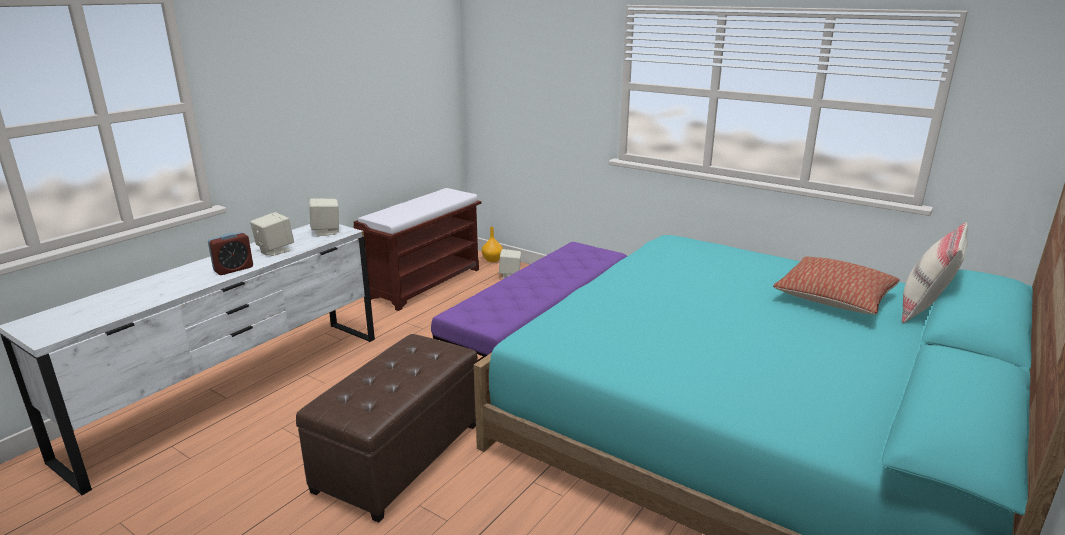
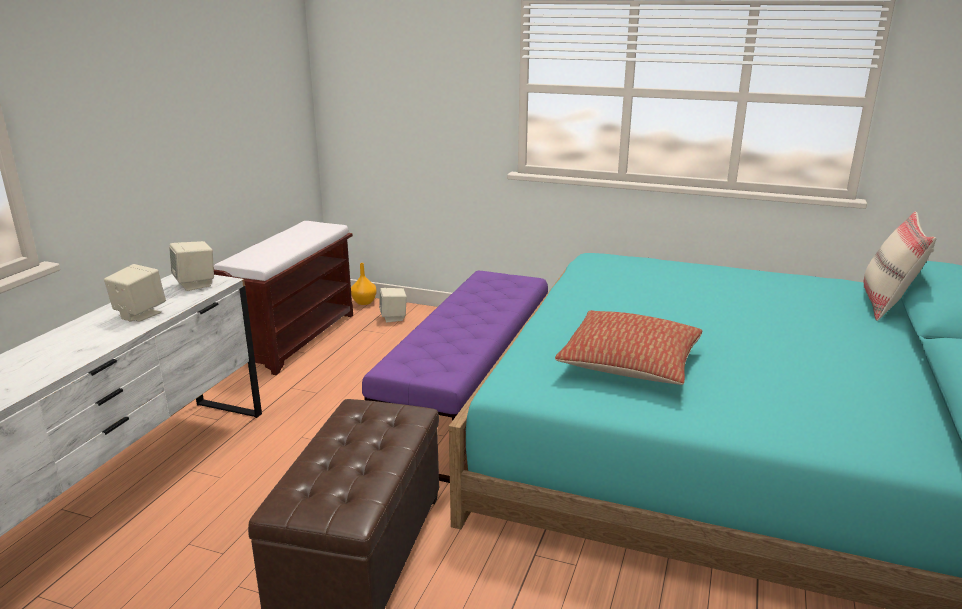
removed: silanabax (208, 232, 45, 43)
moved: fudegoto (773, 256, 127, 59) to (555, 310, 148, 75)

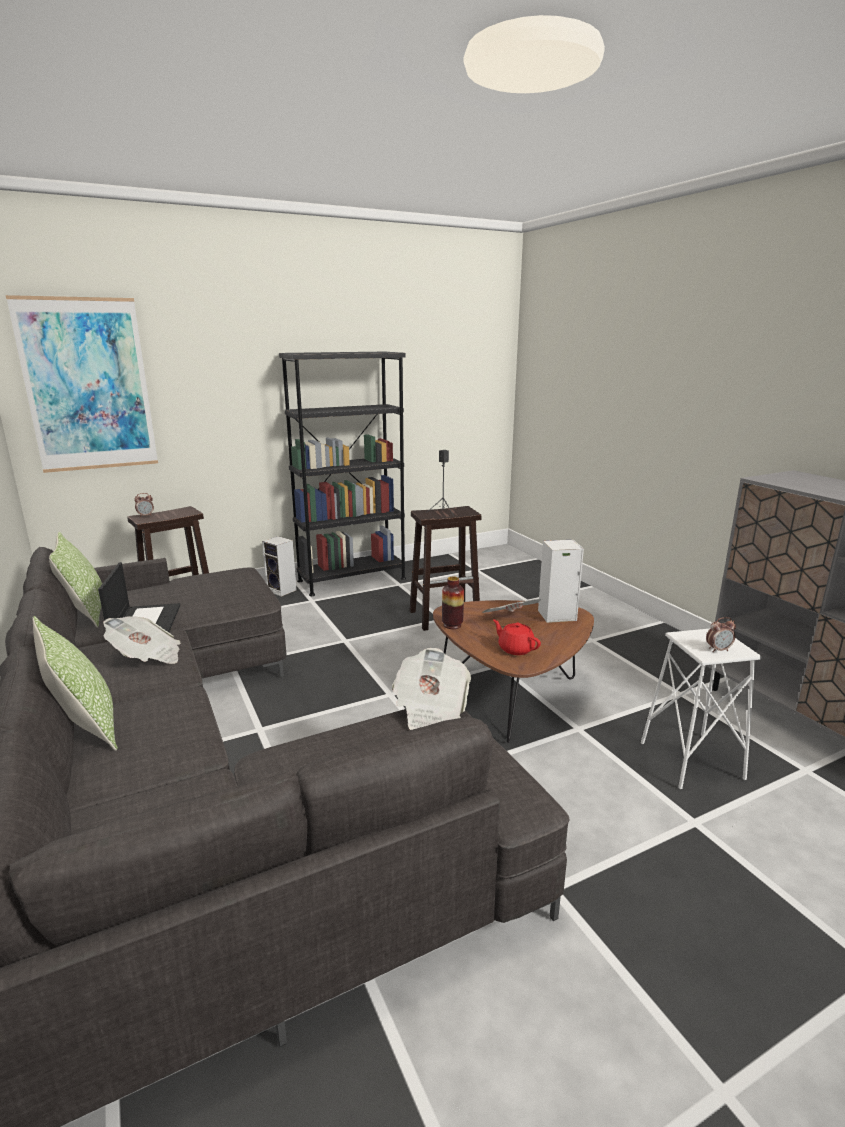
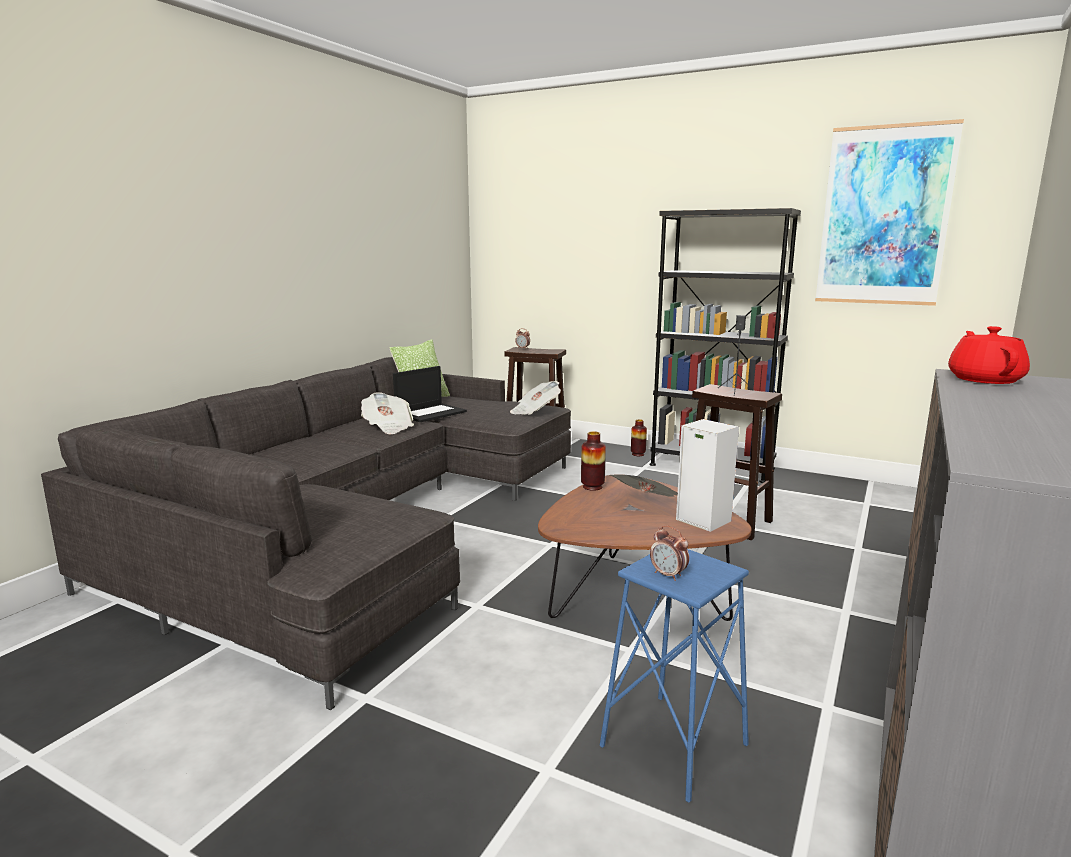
removed: fudegoto (32, 616, 86, 135)
moved: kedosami (6, 295, 152, 178) to (815, 119, 149, 187); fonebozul (392, 648, 79, 82) to (510, 381, 51, 34); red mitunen (493, 619, 48, 36) to (948, 326, 82, 58)
replaced: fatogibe (262, 536, 35, 61) to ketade (631, 419, 16, 37)
recoloured: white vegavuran (641, 629, 121, 160) to blue vegavuran (600, 549, 149, 254)

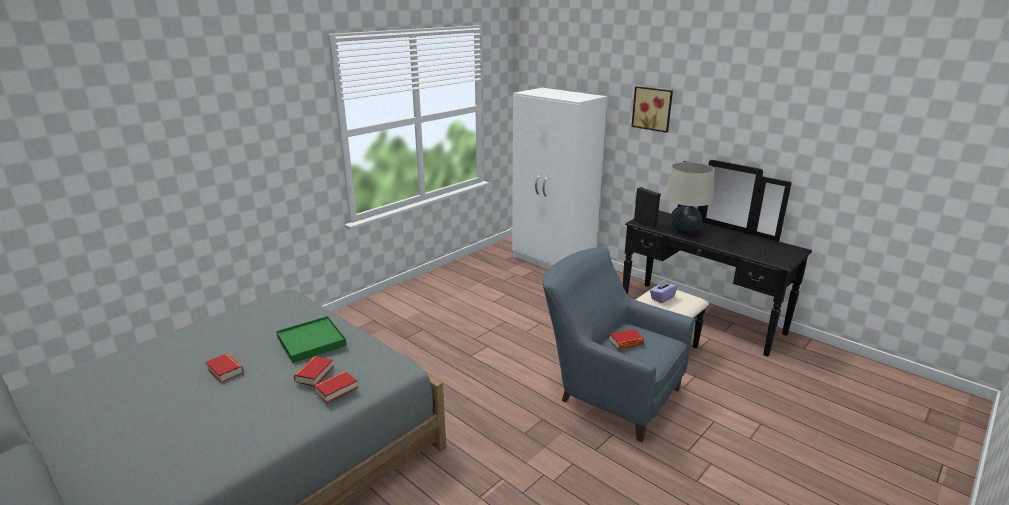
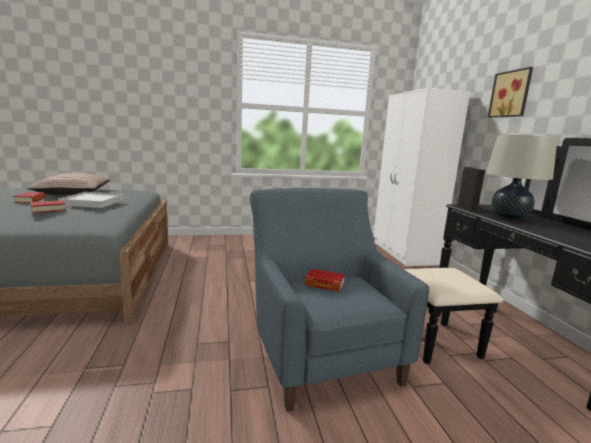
removed: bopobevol (314, 371, 44, 32); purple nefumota (650, 279, 28, 24)
added: fudegoto (27, 173, 83, 22)
recoloured: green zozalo (276, 316, 71, 47) to white zozalo (58, 192, 66, 16)

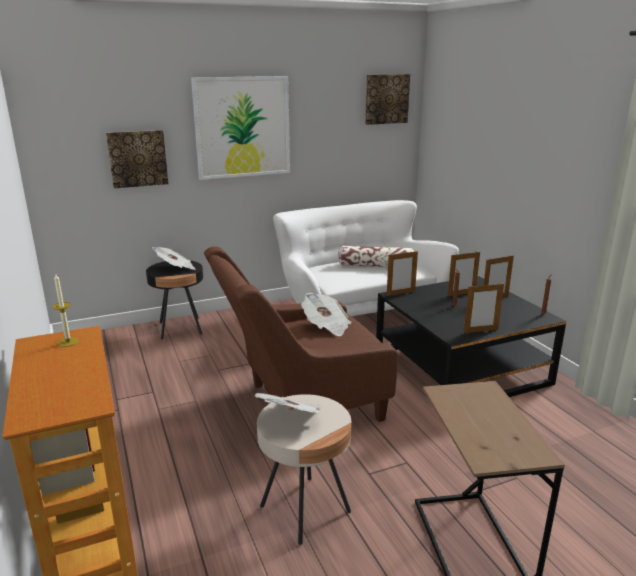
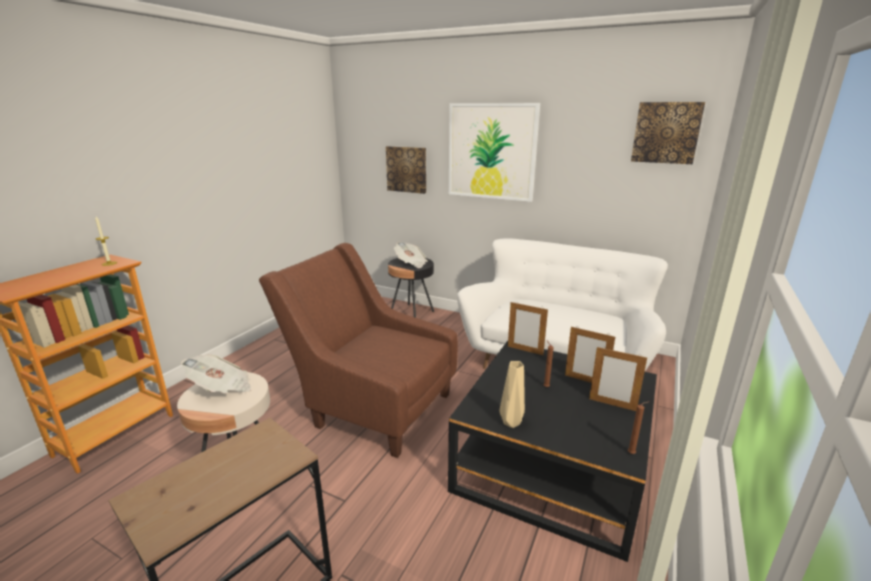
removed: fonebozul (301, 293, 50, 43); fudegoto (338, 245, 76, 22)
replaced: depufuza (464, 282, 40, 51) to beige ketade (499, 361, 26, 67)

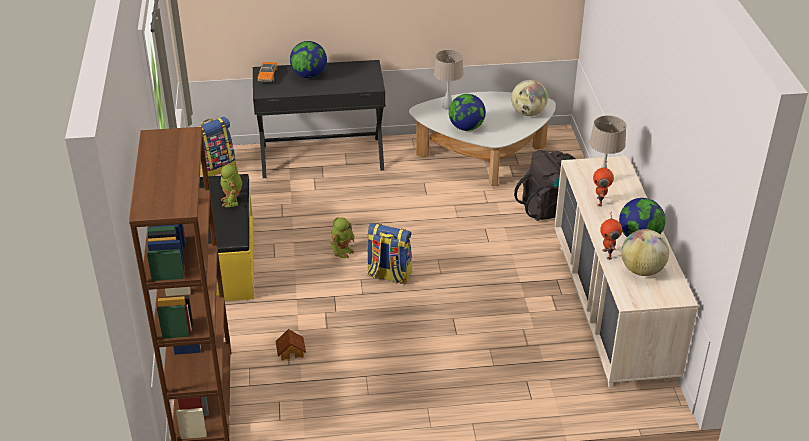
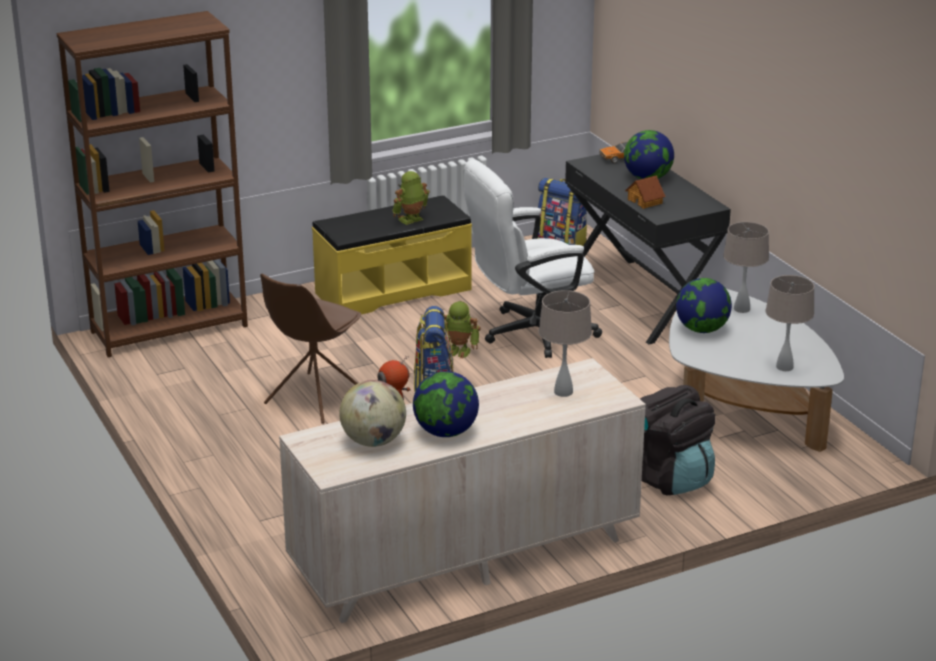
removed: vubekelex (593, 162, 21, 45)
added: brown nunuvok (260, 274, 101, 150); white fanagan (463, 160, 139, 198)
moved: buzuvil (275, 329, 31, 32) to (625, 175, 41, 34)
replaced: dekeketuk (511, 80, 37, 36) to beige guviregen (766, 275, 49, 96)

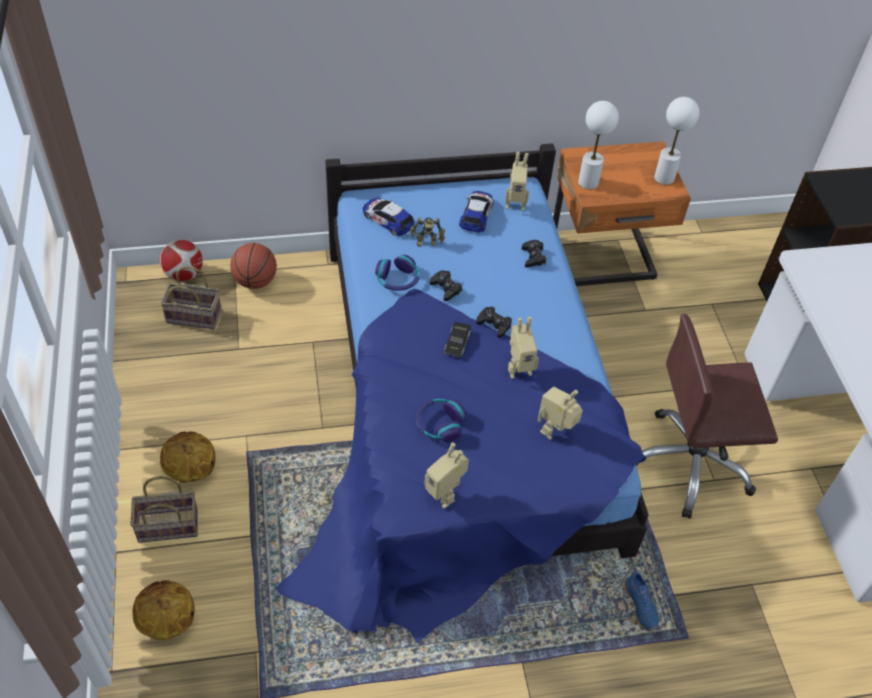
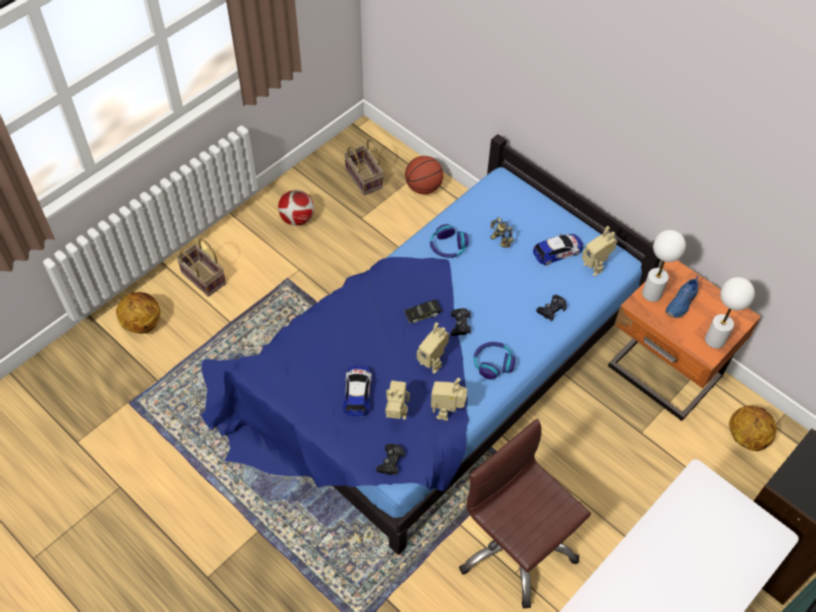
moved: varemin (160, 240, 43, 42) to (278, 190, 36, 36); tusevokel (160, 432, 56, 51) to (729, 405, 48, 46); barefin (363, 198, 51, 38) to (343, 366, 29, 50); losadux (416, 399, 50, 43) to (474, 342, 41, 38); vubekelex (424, 443, 45, 66) to (431, 378, 36, 43); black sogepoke (430, 270, 32, 31) to (376, 444, 29, 32); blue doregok (624, 568, 35, 63) to (665, 275, 34, 43)

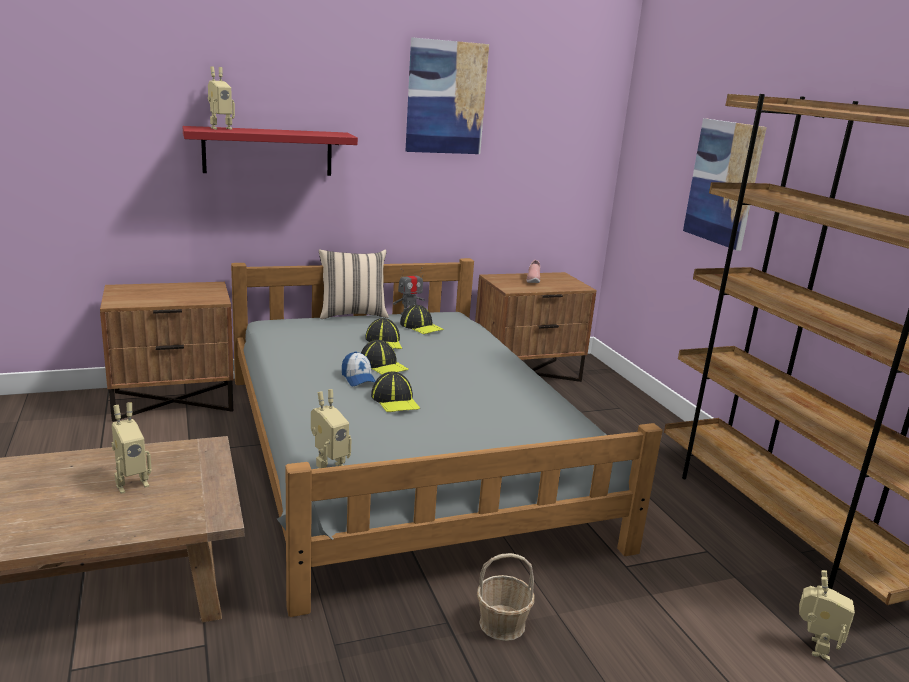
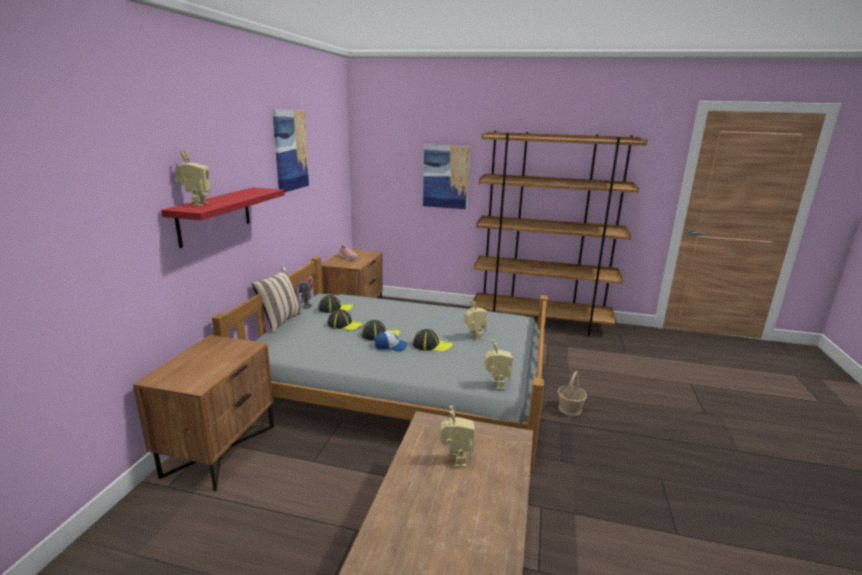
moved: vubekelex (799, 570, 56, 91) to (464, 300, 23, 41)

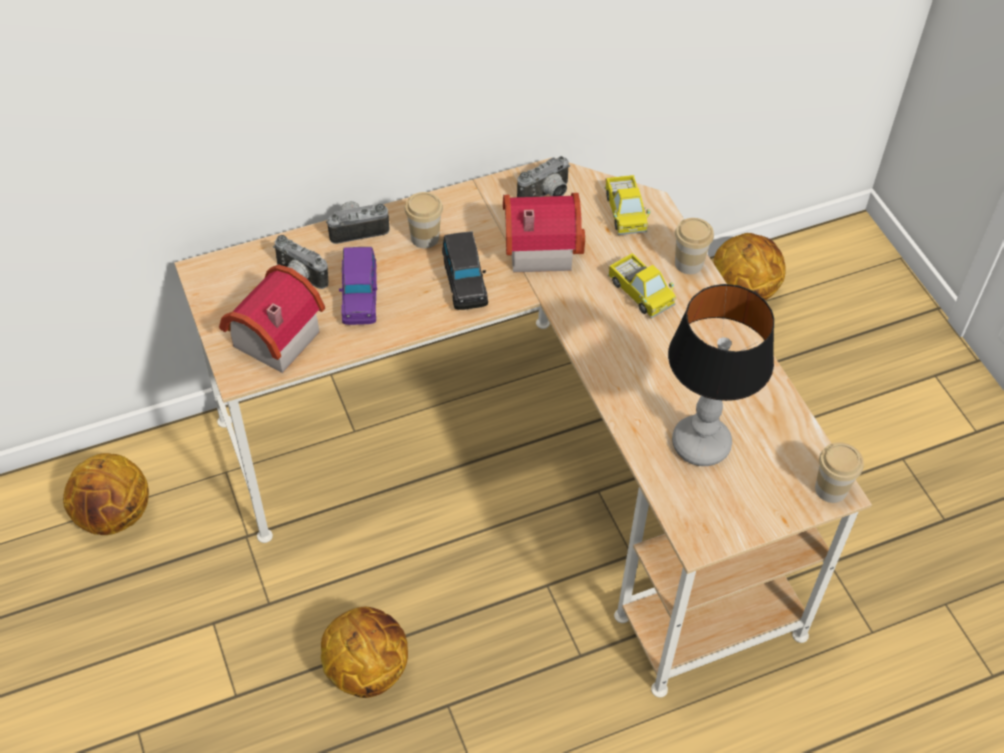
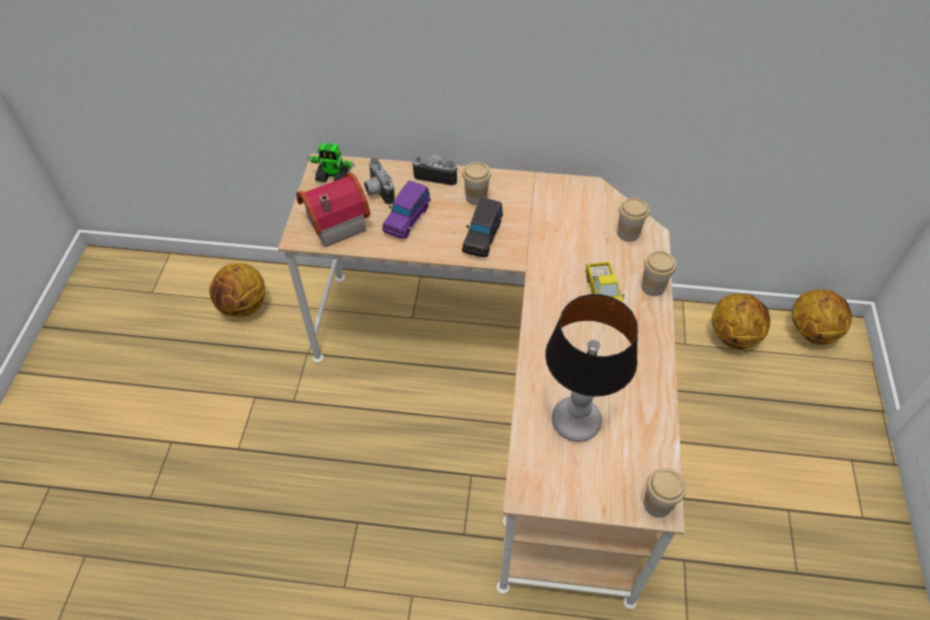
removed: buzuvil (503, 193, 82, 79); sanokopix (517, 156, 53, 41)
added: vubekelex (308, 143, 47, 39)
moved: tusevokel (321, 607, 87, 91) to (792, 289, 60, 56)
replaced: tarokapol (605, 175, 45, 60) to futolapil (617, 198, 32, 44)

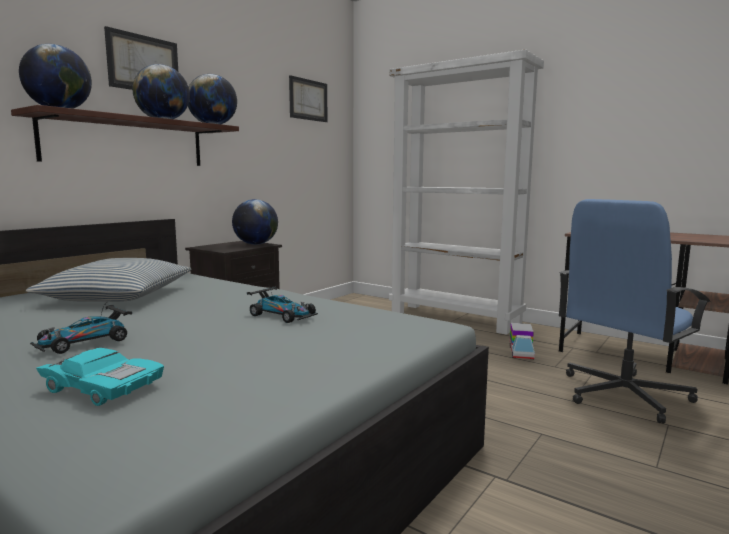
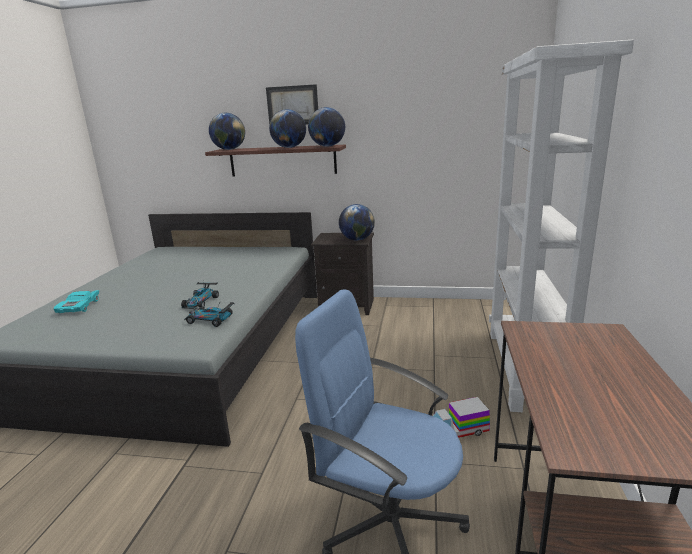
removed: fudegoto (26, 258, 165, 44); kedosami (289, 75, 39, 47)
moved: barefin (30, 305, 102, 49) to (184, 302, 51, 25)

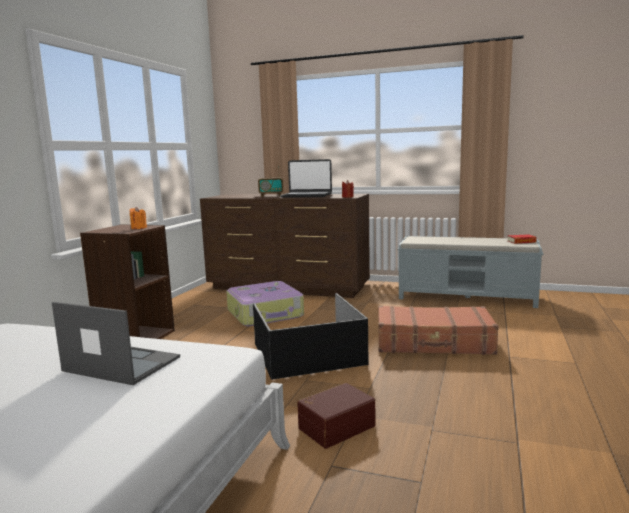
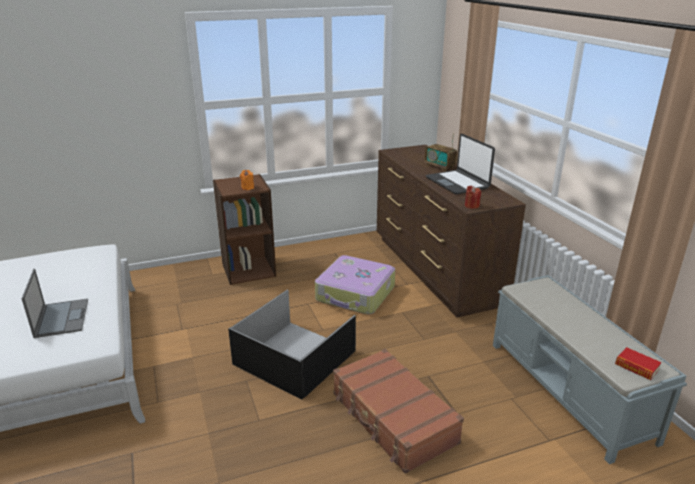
removed: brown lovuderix (297, 383, 78, 66)

